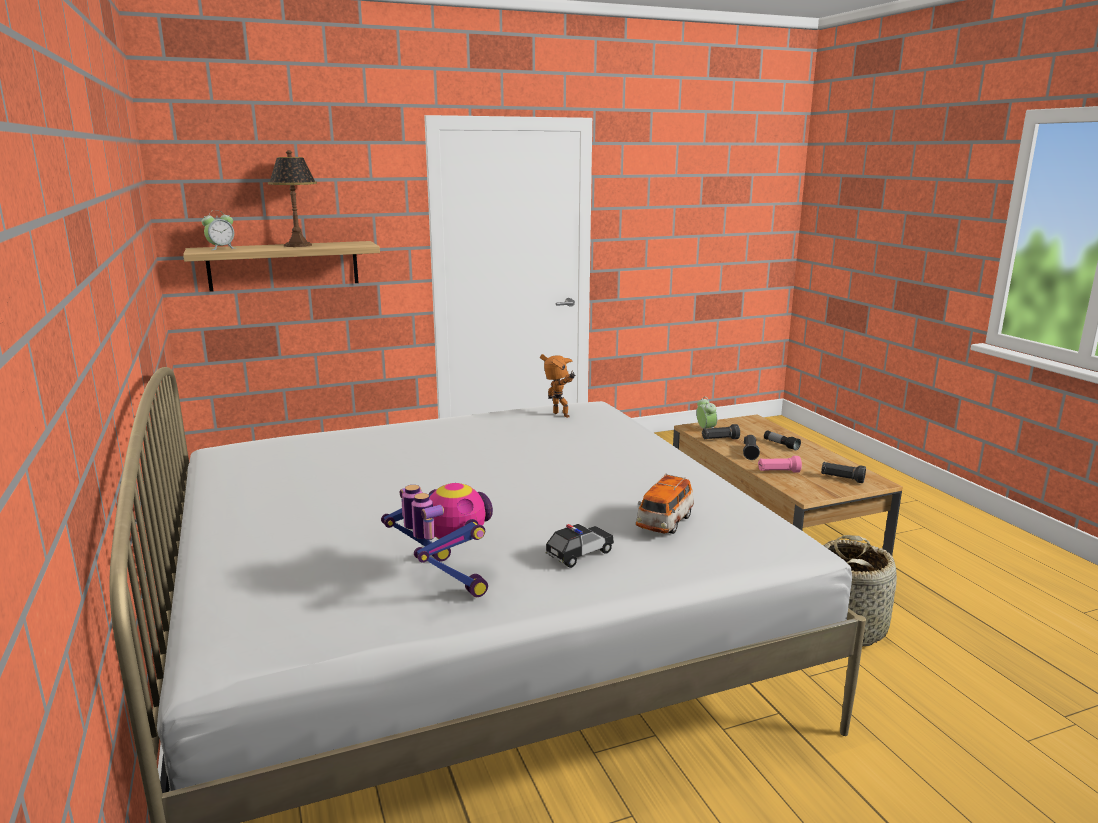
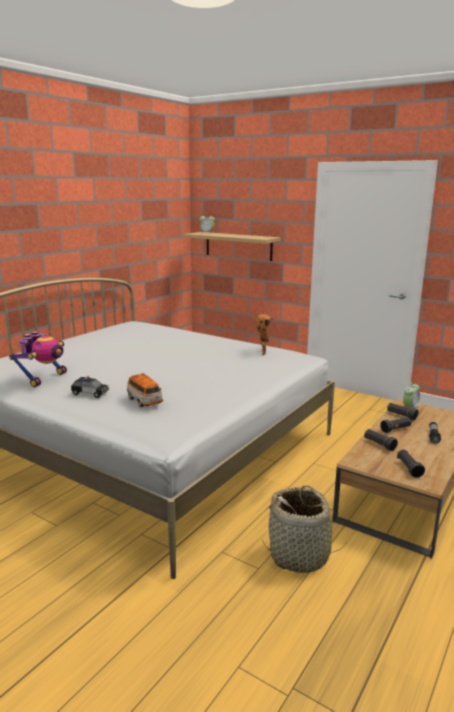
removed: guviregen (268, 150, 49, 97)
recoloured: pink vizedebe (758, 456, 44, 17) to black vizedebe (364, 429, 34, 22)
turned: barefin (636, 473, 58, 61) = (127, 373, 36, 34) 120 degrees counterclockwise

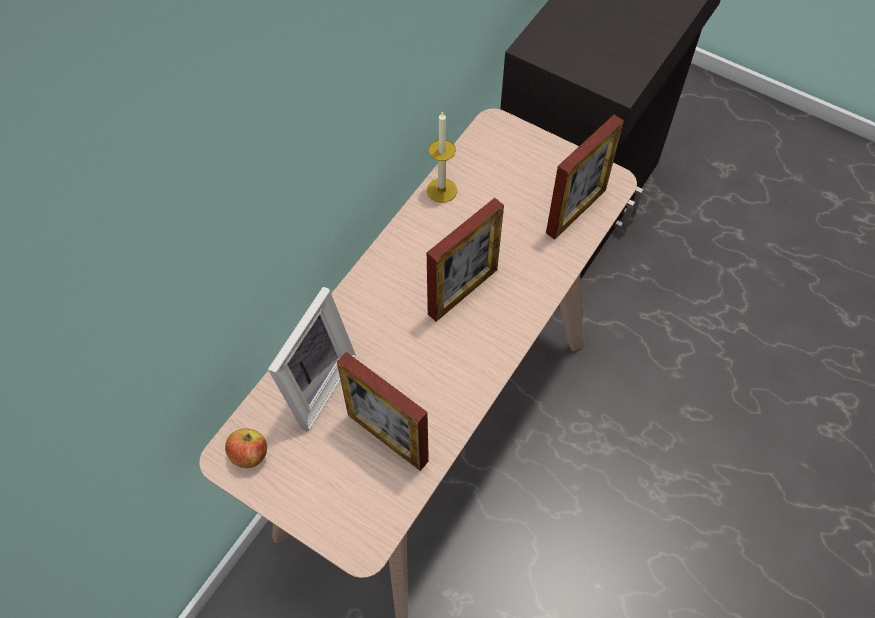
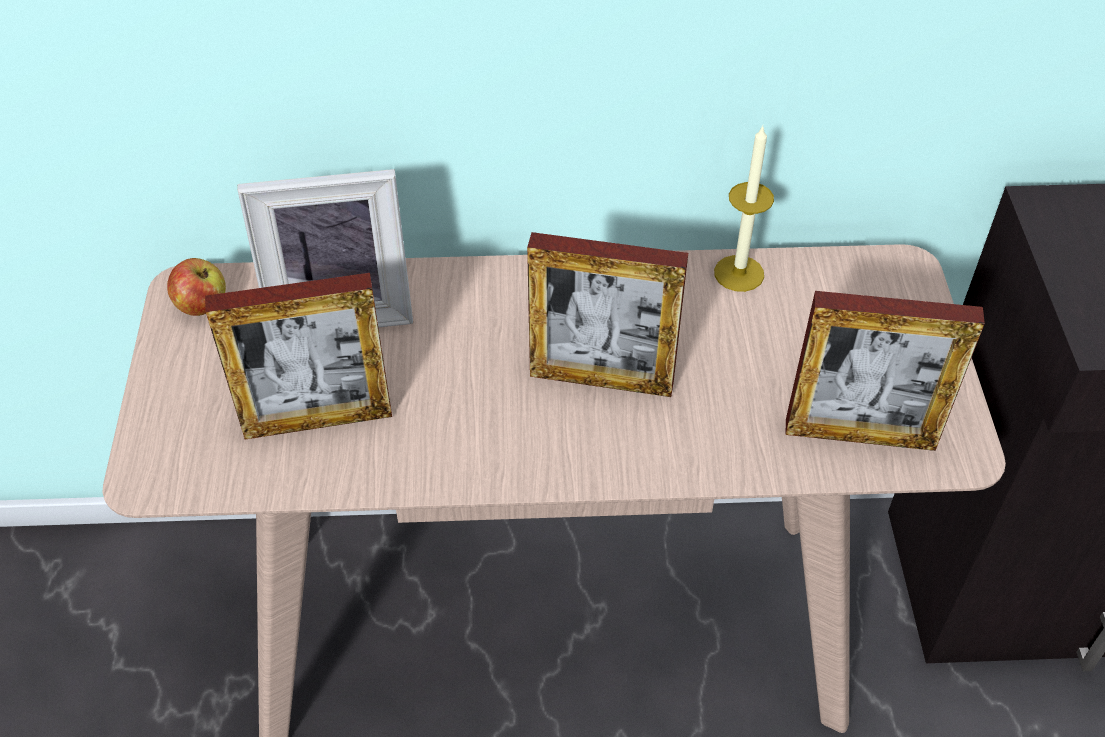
turned: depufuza (337, 352, 92, 119) = (205, 273, 187, 166) 105 degrees counterclockwise

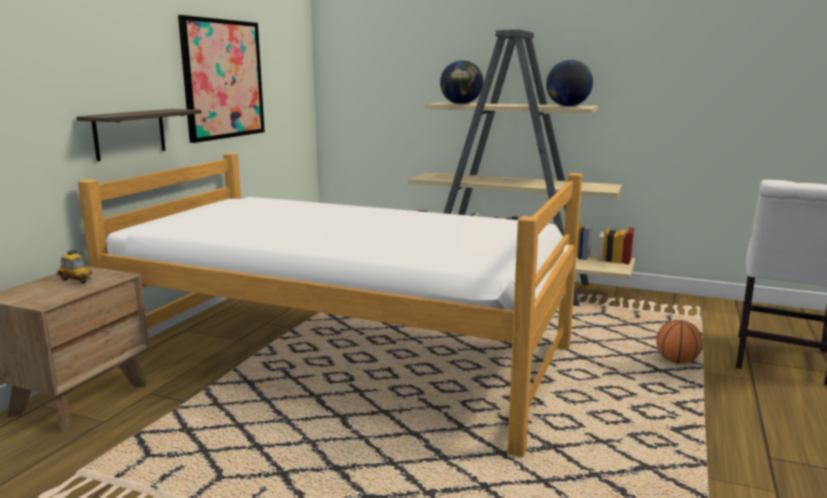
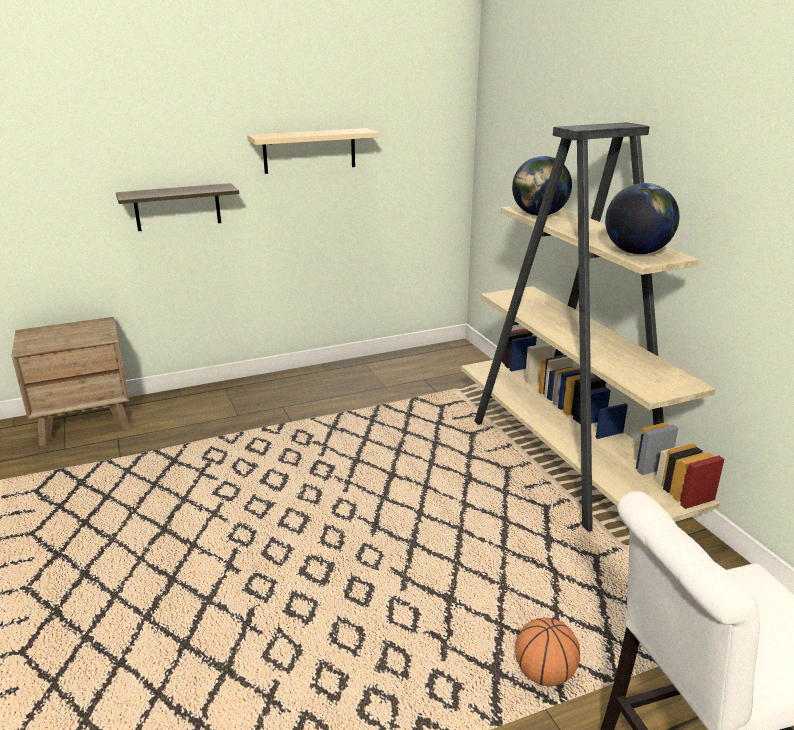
removed: barefin (56, 250, 36, 33); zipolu (78, 153, 504, 304)
replaced: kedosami (178, 15, 87, 128) to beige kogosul (247, 128, 132, 46)

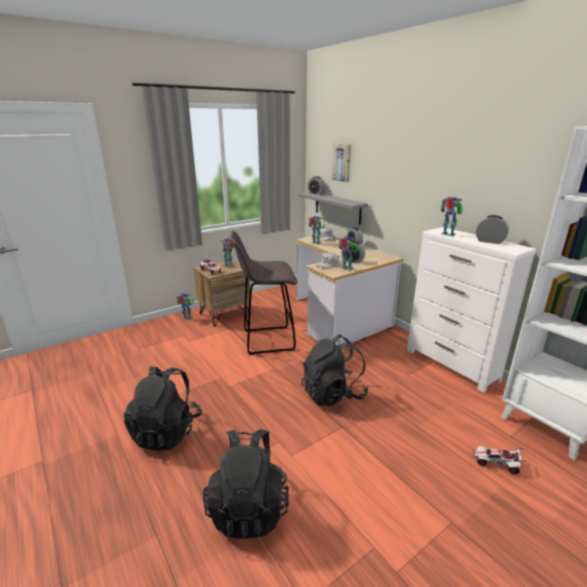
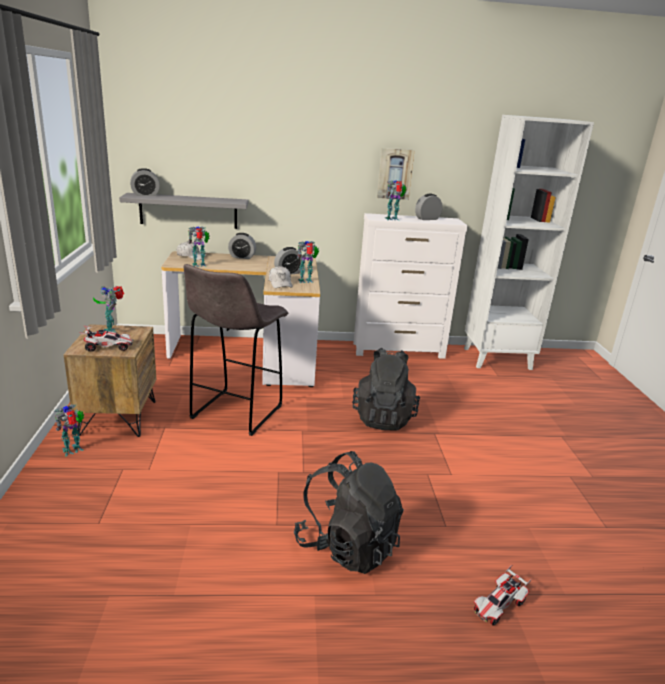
removed: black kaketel (203, 429, 86, 110)
moved: kedosami (331, 143, 20, 39) to (377, 148, 38, 52); barefin (473, 446, 54, 28) to (474, 565, 57, 61)

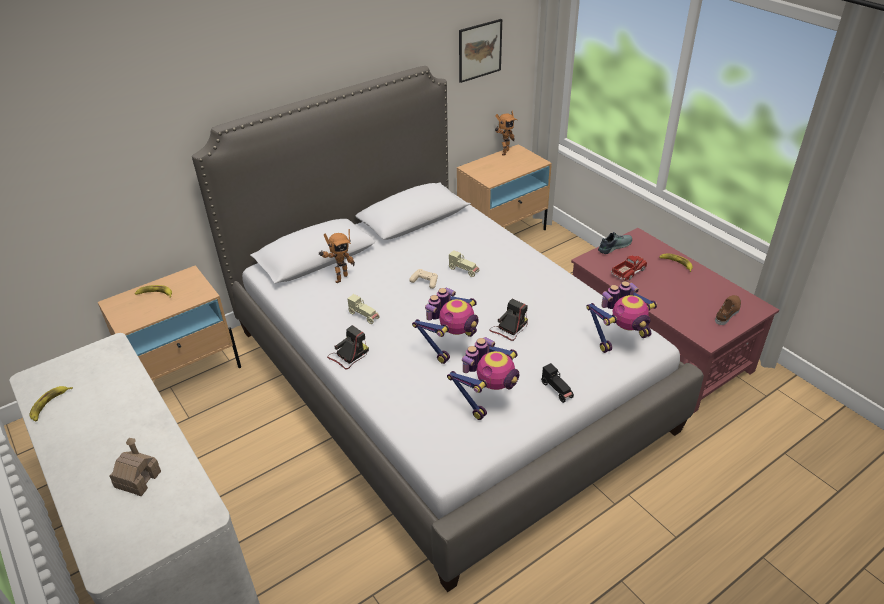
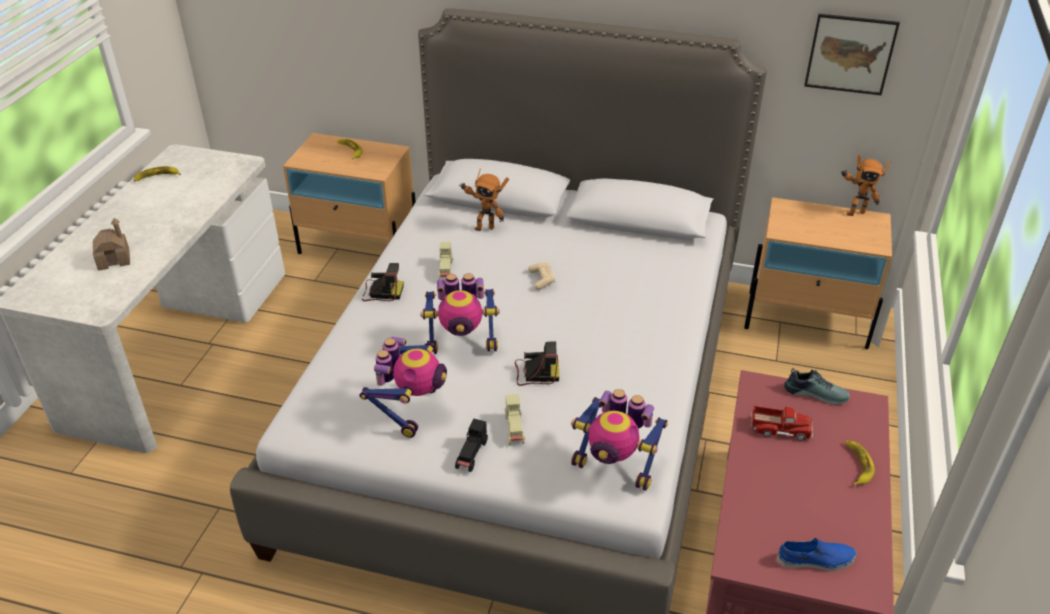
moved: beige barefin (449, 250, 30, 27) to (505, 394, 20, 51)
recoloured: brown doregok (715, 295, 26, 30) to blue doregok (777, 538, 80, 33)
turned: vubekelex (447, 337, 72, 83) = (360, 337, 87, 101) 75 degrees counterclockwise

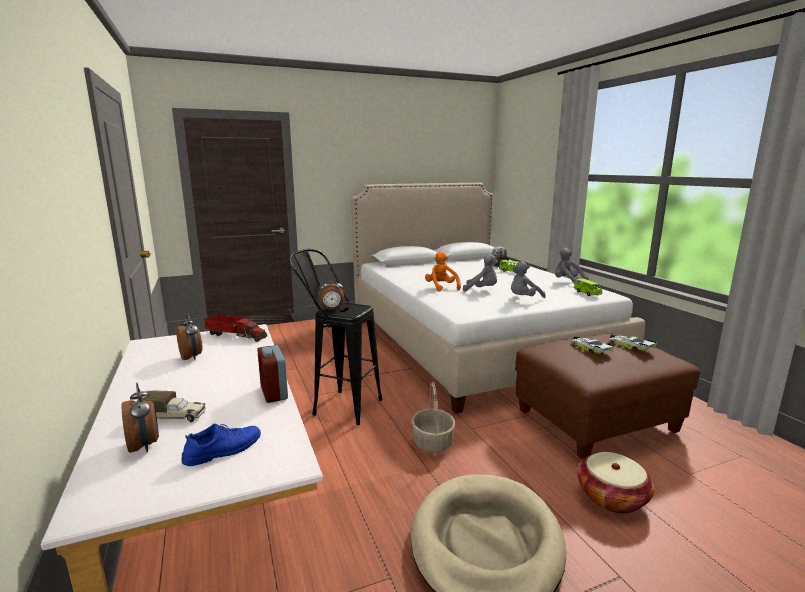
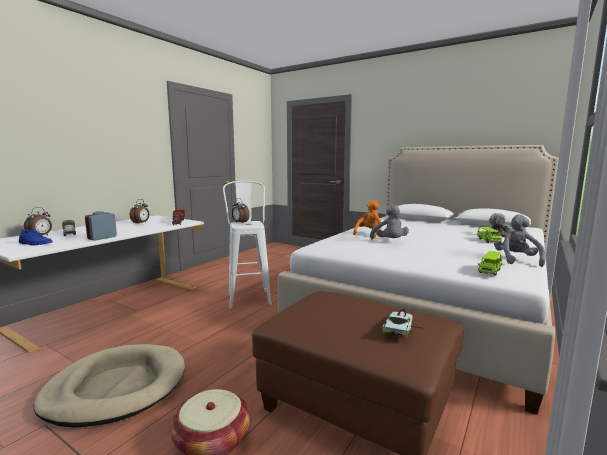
removed: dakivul (411, 381, 44, 72); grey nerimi (511, 262, 35, 36); barefin (571, 336, 43, 18)
recoloured: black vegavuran (289, 249, 93, 176) to white vegavuran (223, 181, 49, 127)

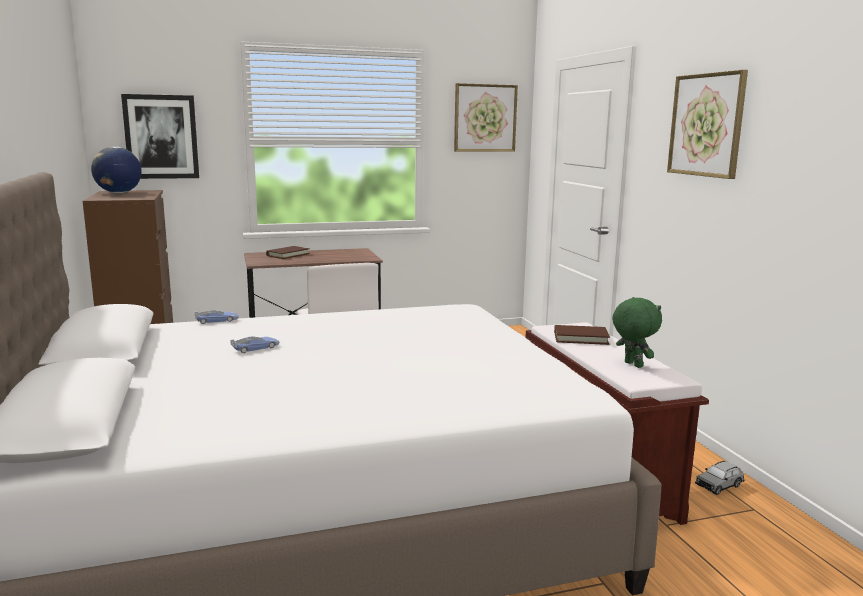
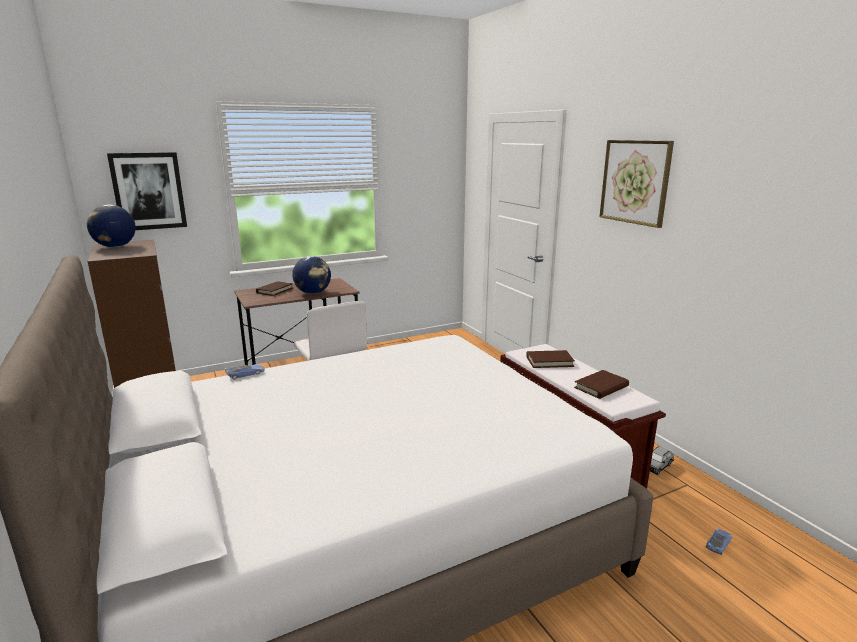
removed: kedosami (454, 83, 64, 69)
added: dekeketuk (292, 256, 39, 38)
moved: barefin (230, 336, 49, 17) to (706, 529, 26, 26)
replaced: green nerimi (612, 297, 50, 71) to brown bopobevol (574, 370, 55, 29)

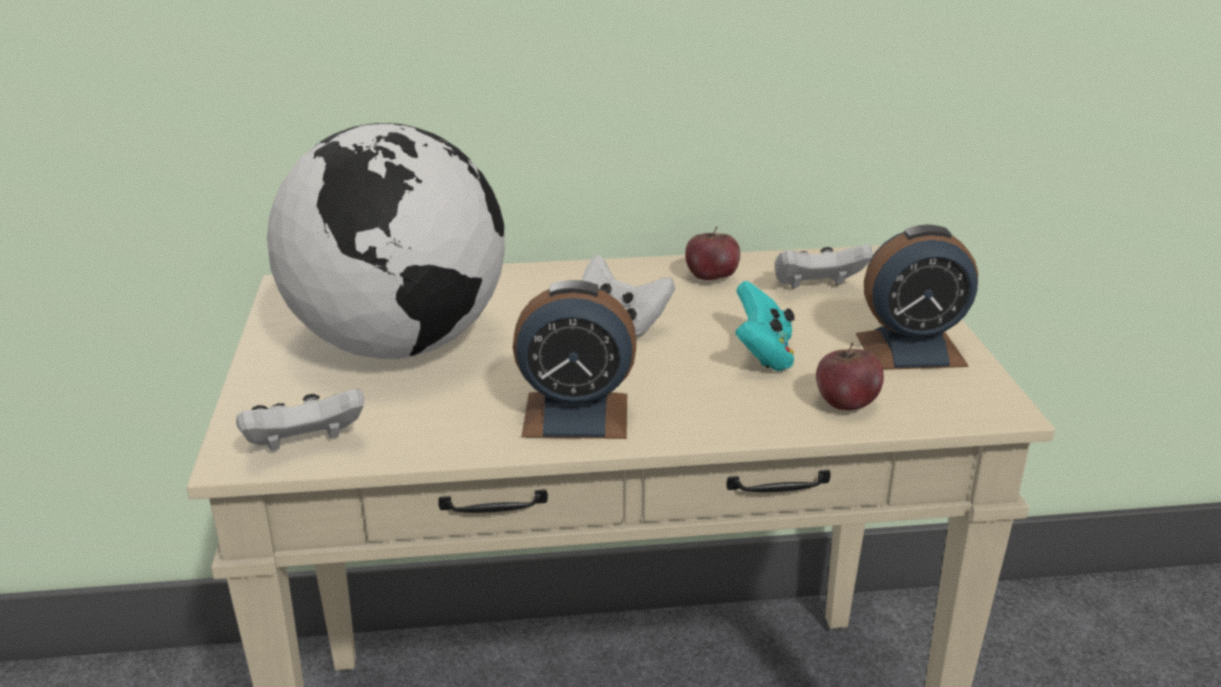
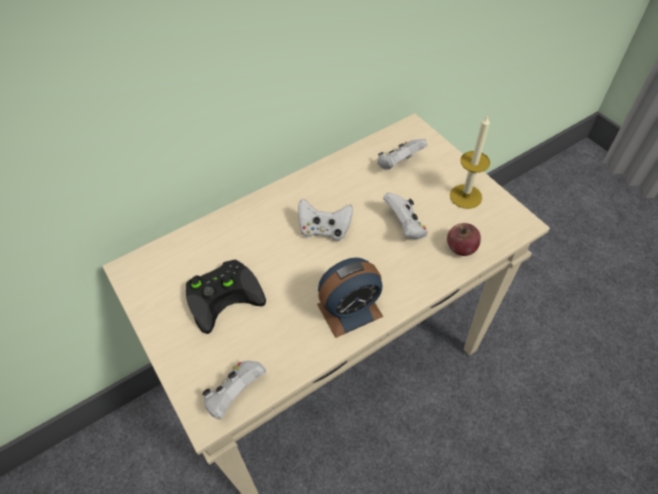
removed: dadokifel (685, 227, 55, 53)
replaced: dekeketuk (267, 123, 238, 236) to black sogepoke (186, 259, 80, 75); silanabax (856, 225, 122, 145) to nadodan (450, 115, 40, 94)
recoloured: turquoise sogepoke (735, 281, 60, 90) to white sogepoke (383, 193, 44, 46)

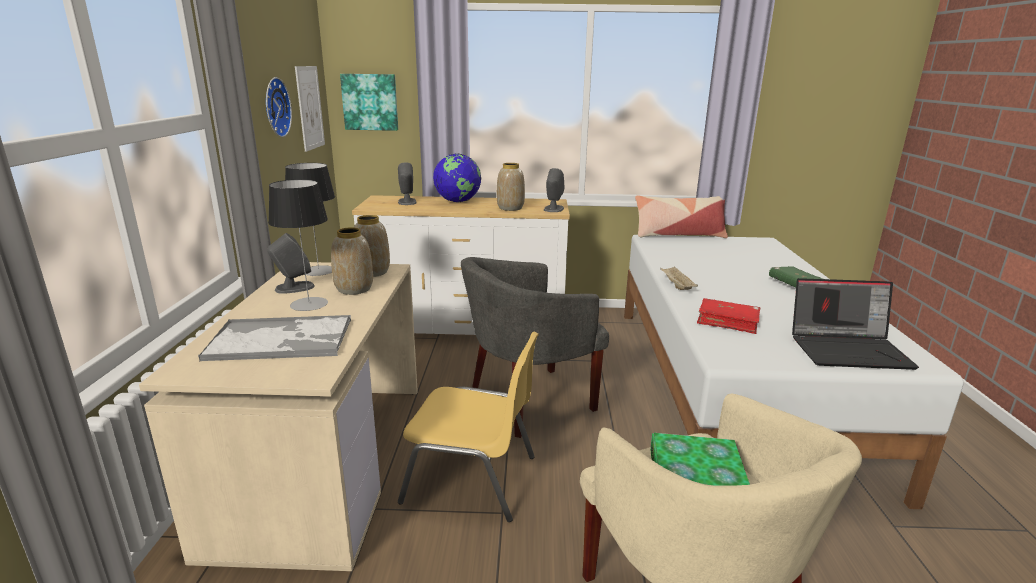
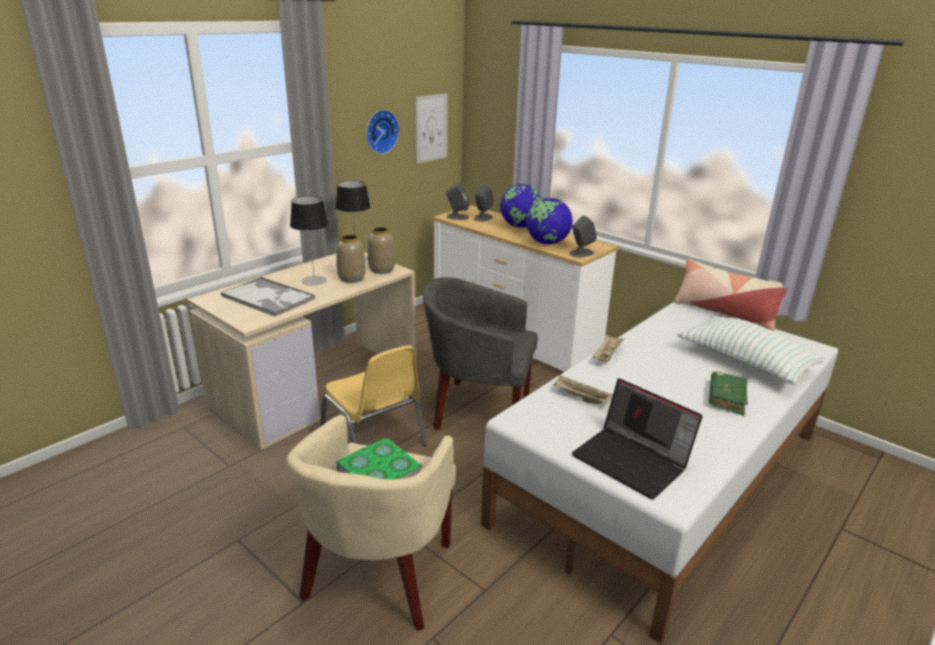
removed: kedosami (340, 74, 58, 57)
added: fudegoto (677, 316, 148, 69)
moved: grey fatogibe (267, 233, 48, 61) to (446, 183, 23, 37)
replaced: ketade (497, 163, 28, 48) to dekeketuk (526, 198, 47, 47); red bopobevol (697, 298, 63, 36) to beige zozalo (554, 375, 59, 29)

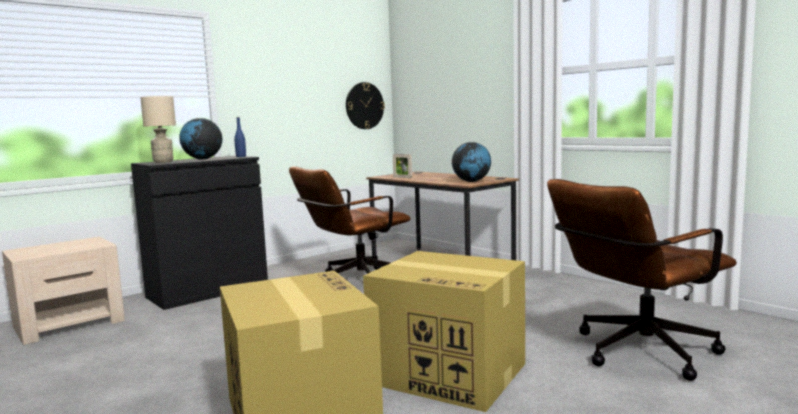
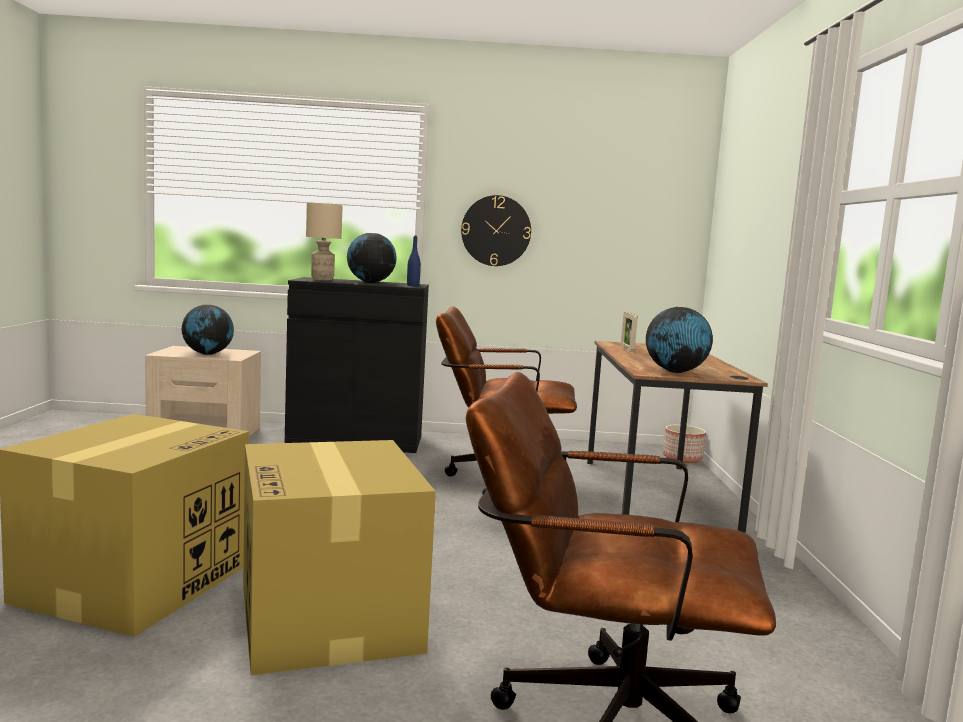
added: dekeketuk (182, 305, 52, 50); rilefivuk (663, 425, 43, 38)
moved: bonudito (346, 82, 39, 47) to (461, 195, 70, 71)

